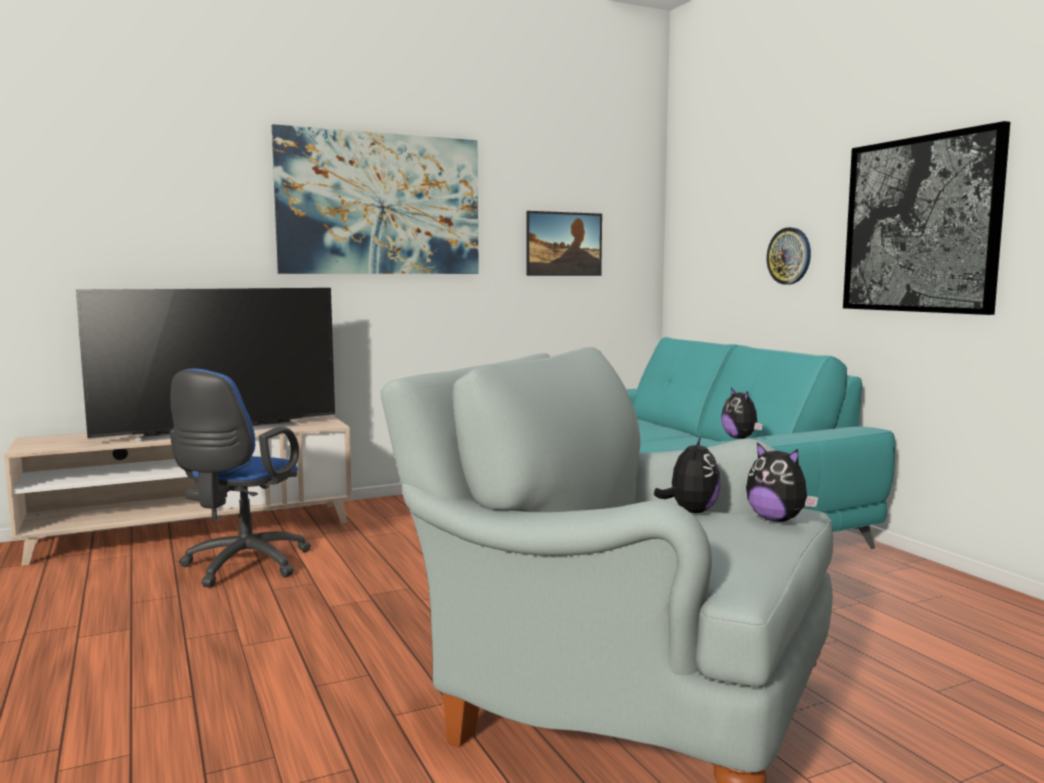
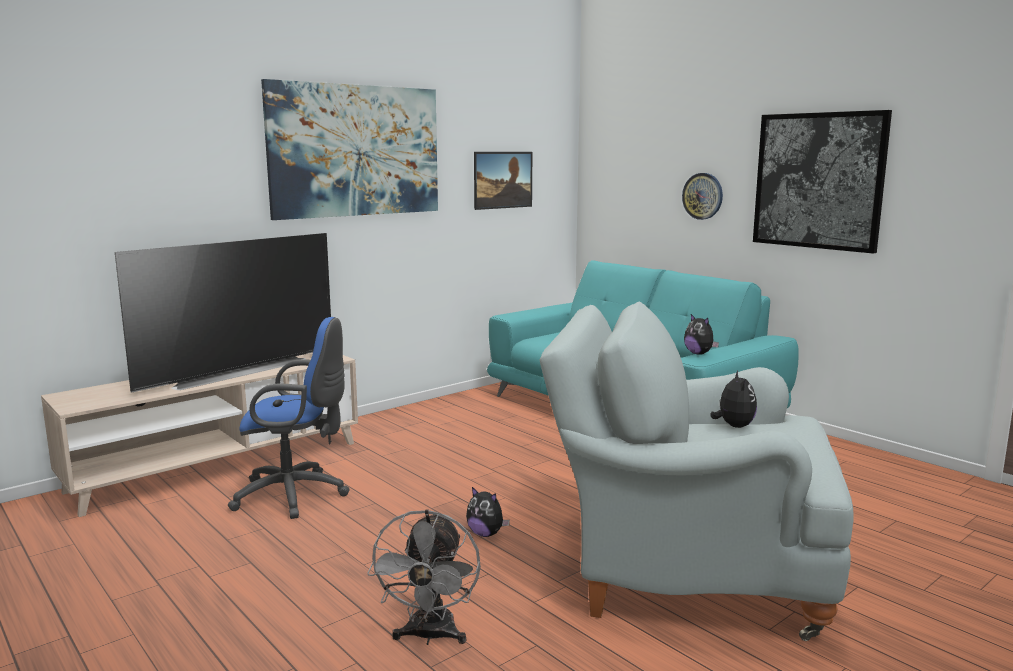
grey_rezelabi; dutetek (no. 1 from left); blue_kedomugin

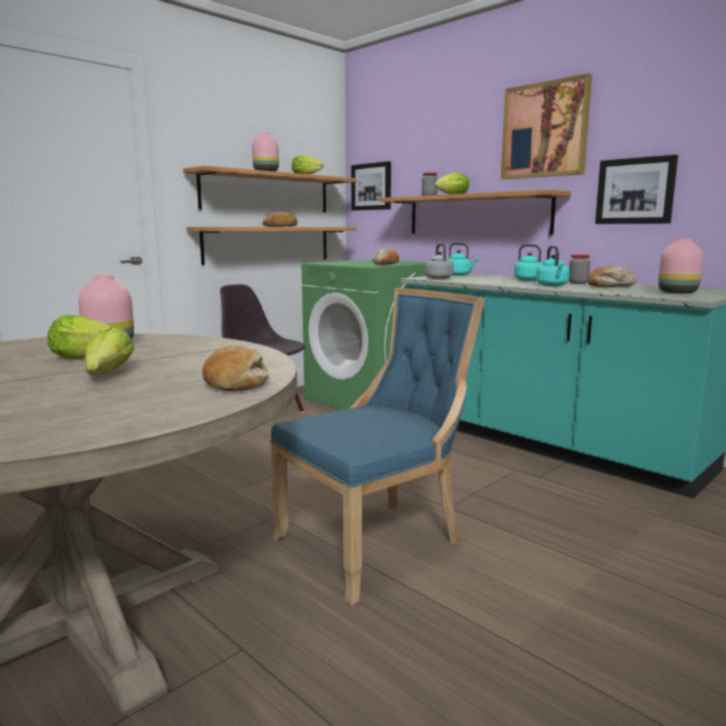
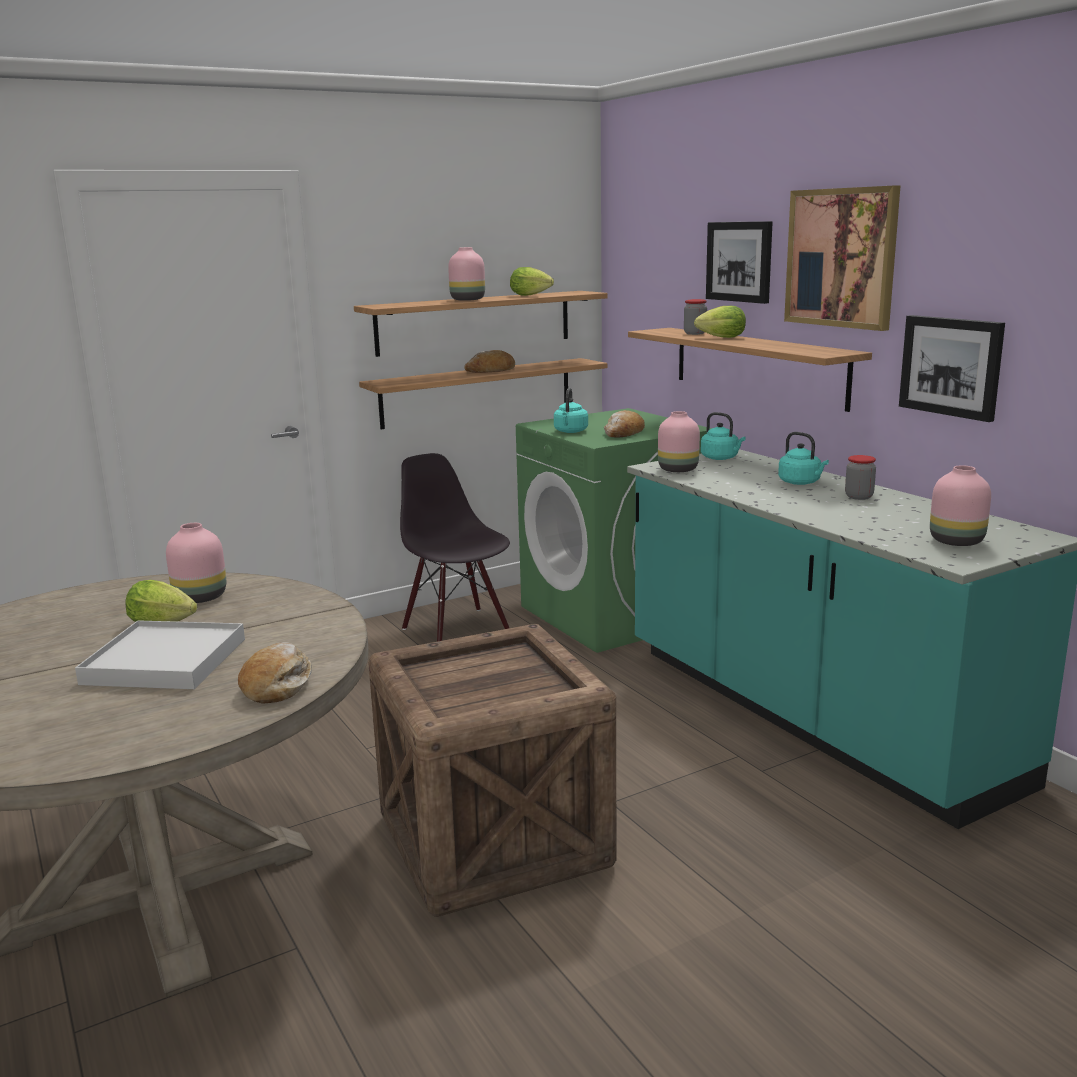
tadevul (no. 4 from left in the first image); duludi (no. 1 from left); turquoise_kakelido (no. 1 from left); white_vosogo; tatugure; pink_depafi (no. 3 from left)

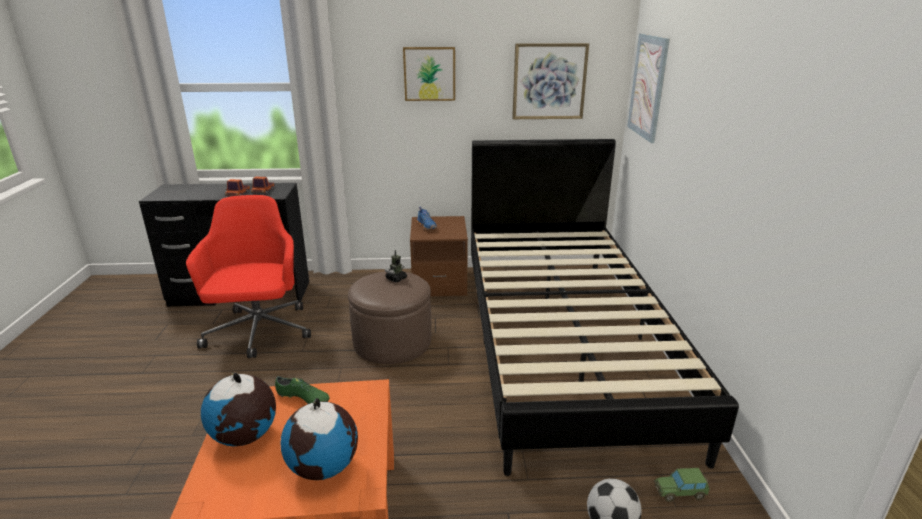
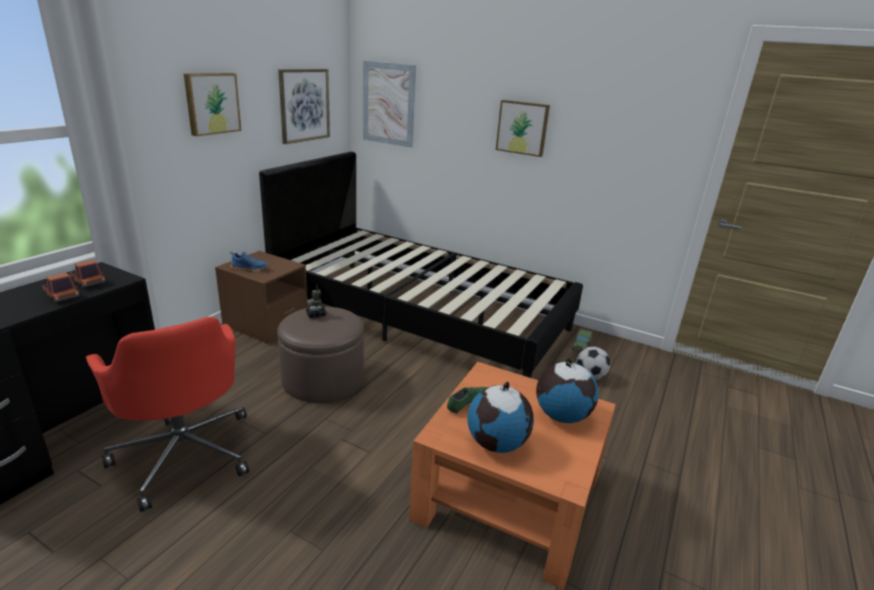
duludi (no. 4 from left); red_kedomugin

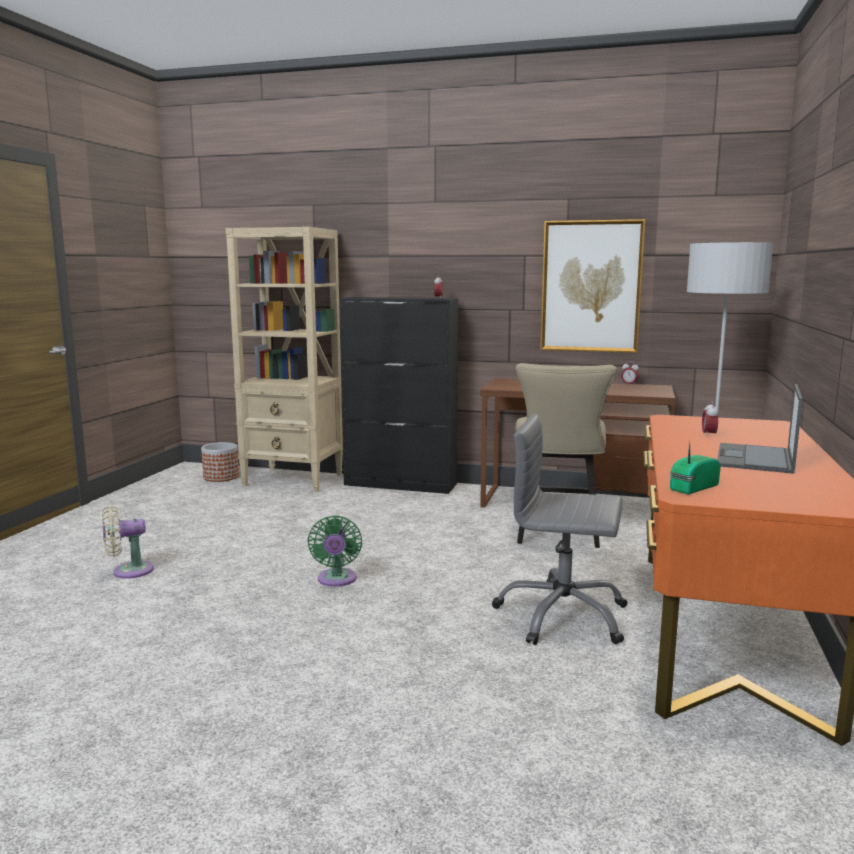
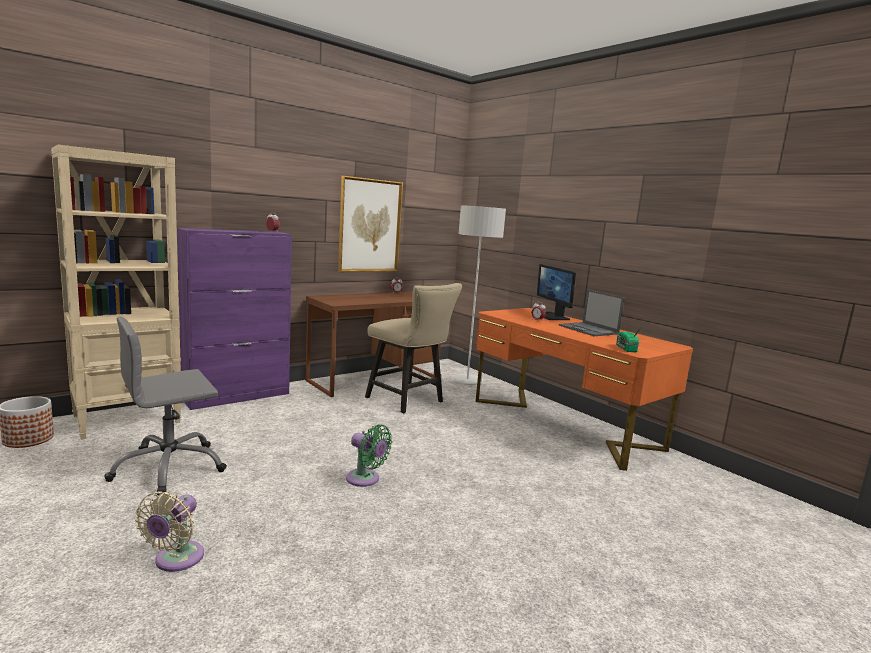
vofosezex; grey_kedomugin; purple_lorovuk

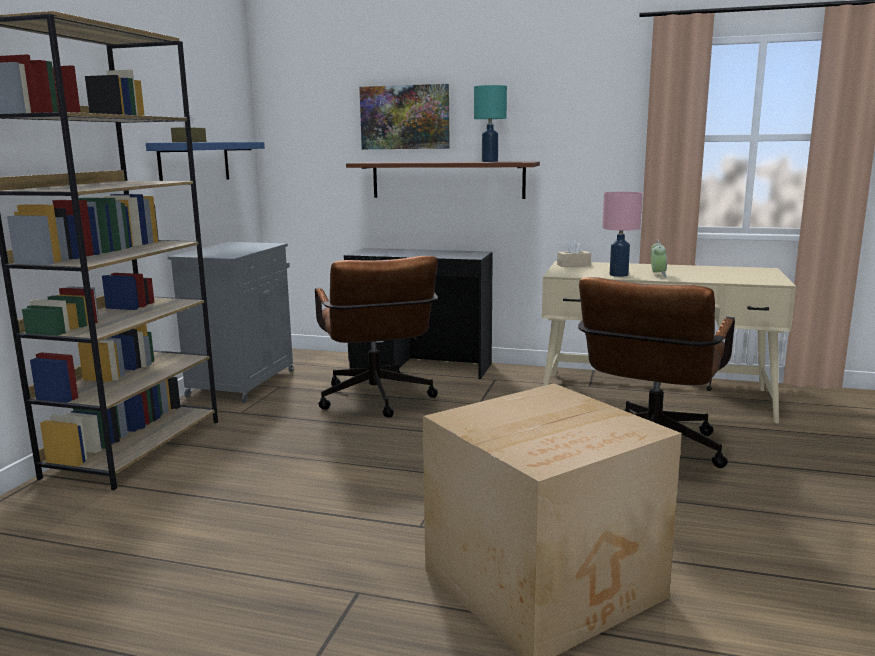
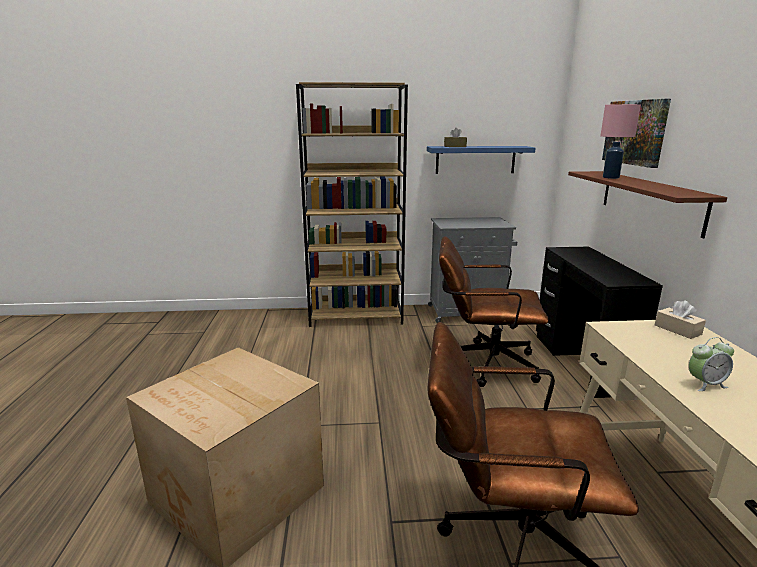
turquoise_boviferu; pink_boviferu; brown_kedomugin (no. 1 from left)

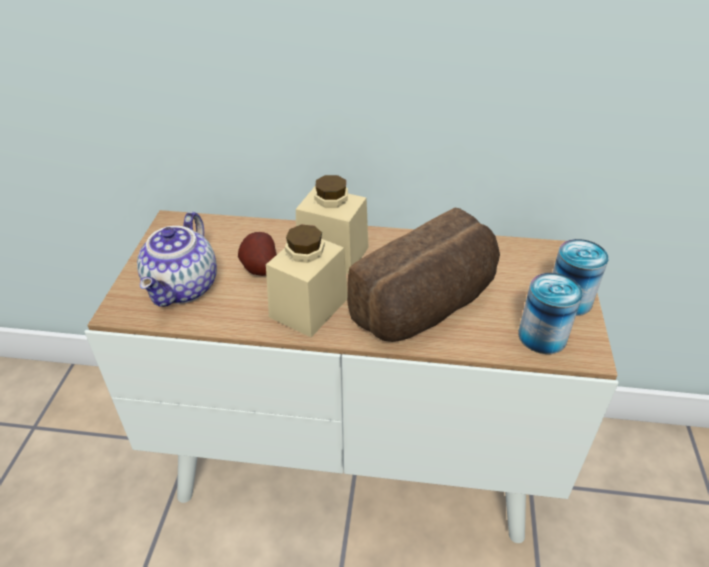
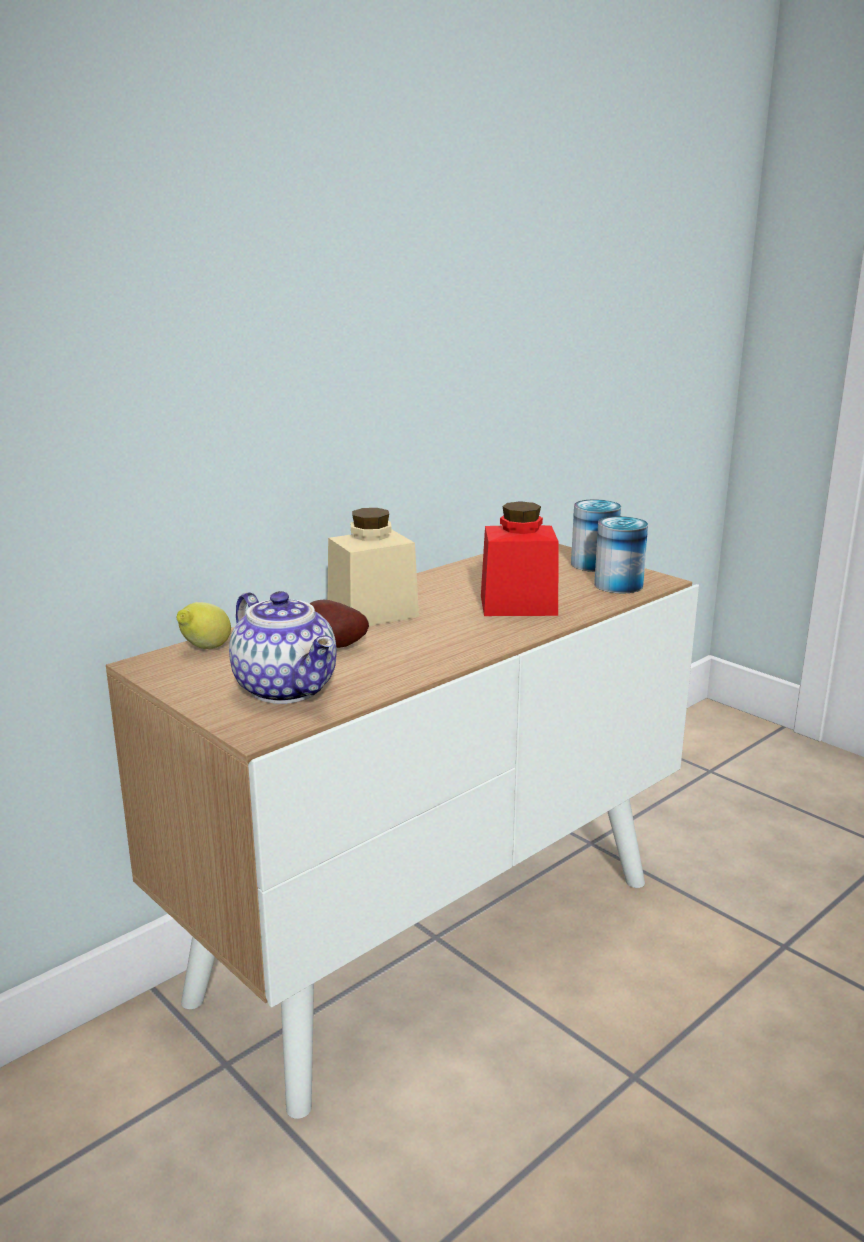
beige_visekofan (no. 1 from left in the first image); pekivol; red_visekofan

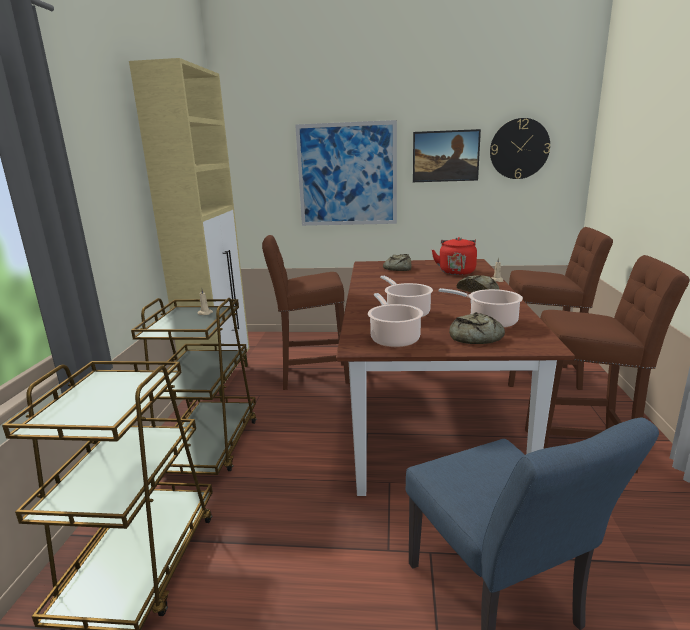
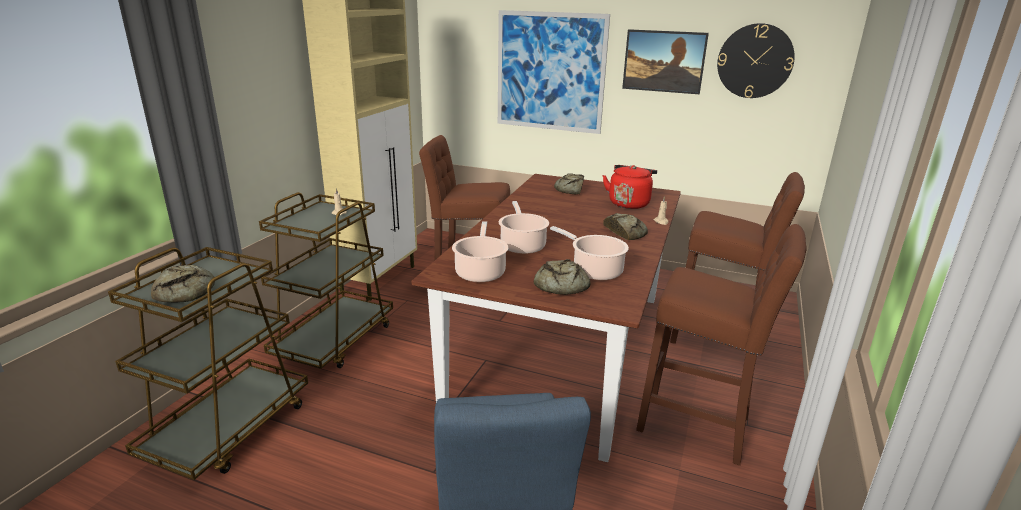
tadevul (no. 1 from left)

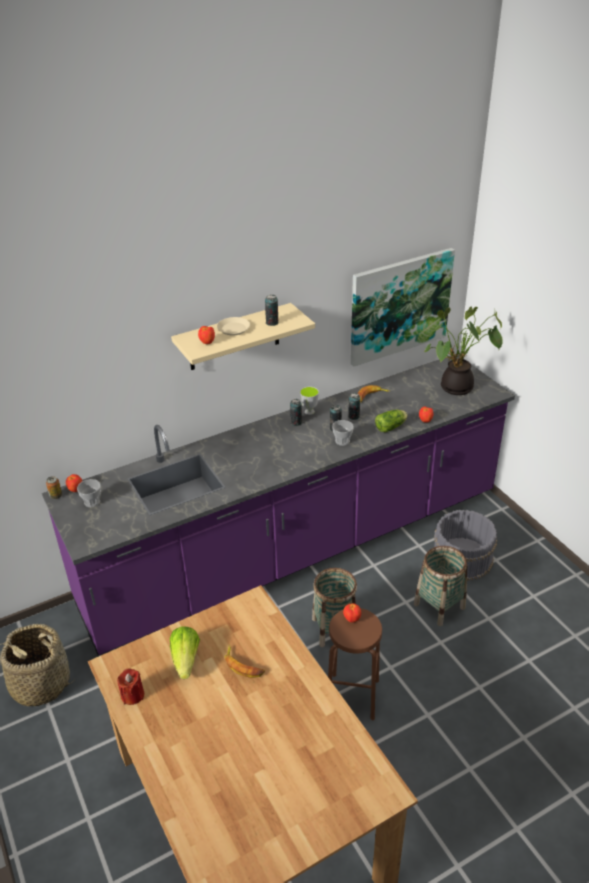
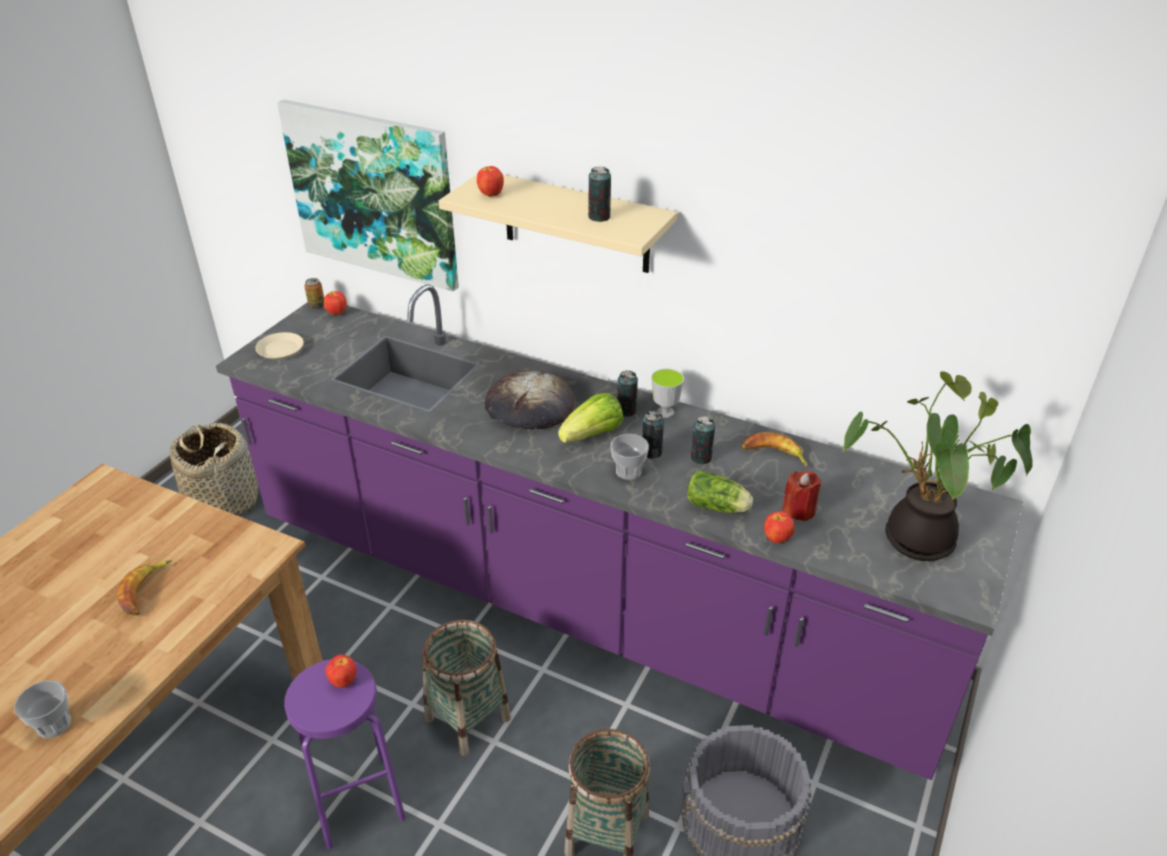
tadevul; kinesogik (no. 1 from left); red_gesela; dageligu (no. 1 from left); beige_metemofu; duludi; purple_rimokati

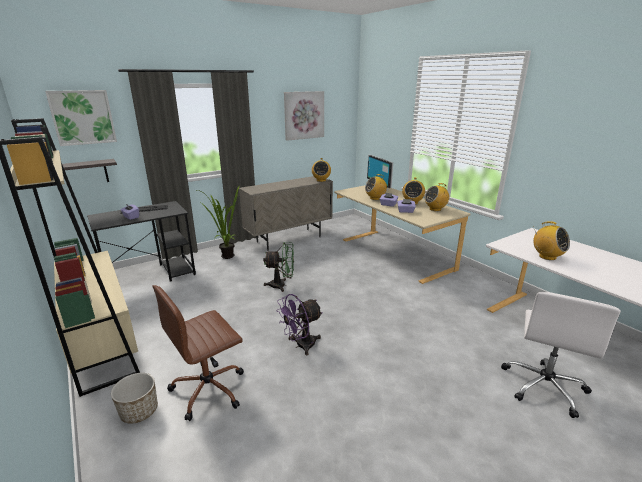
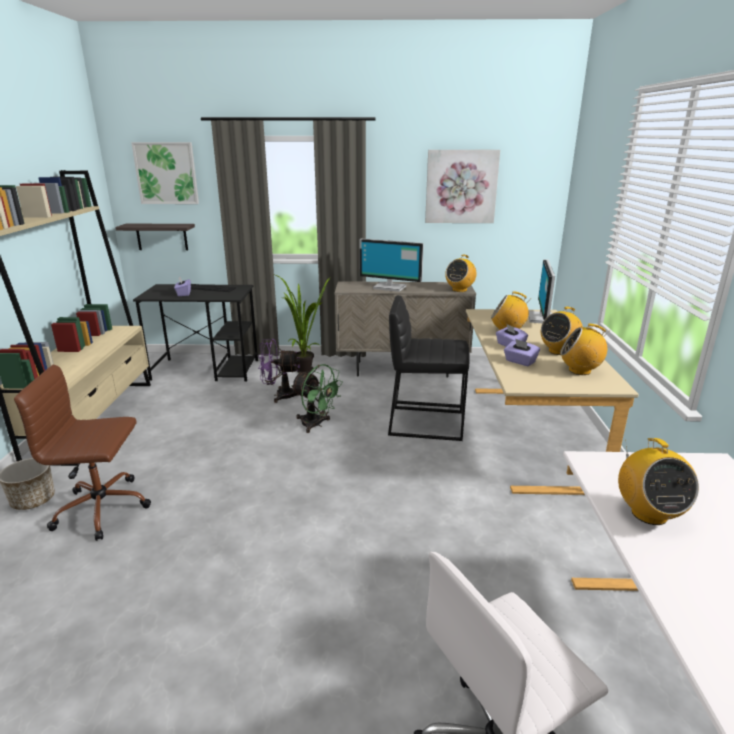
vofosezex (no. 1 from left); black_rimokati; purple_rezelabi

